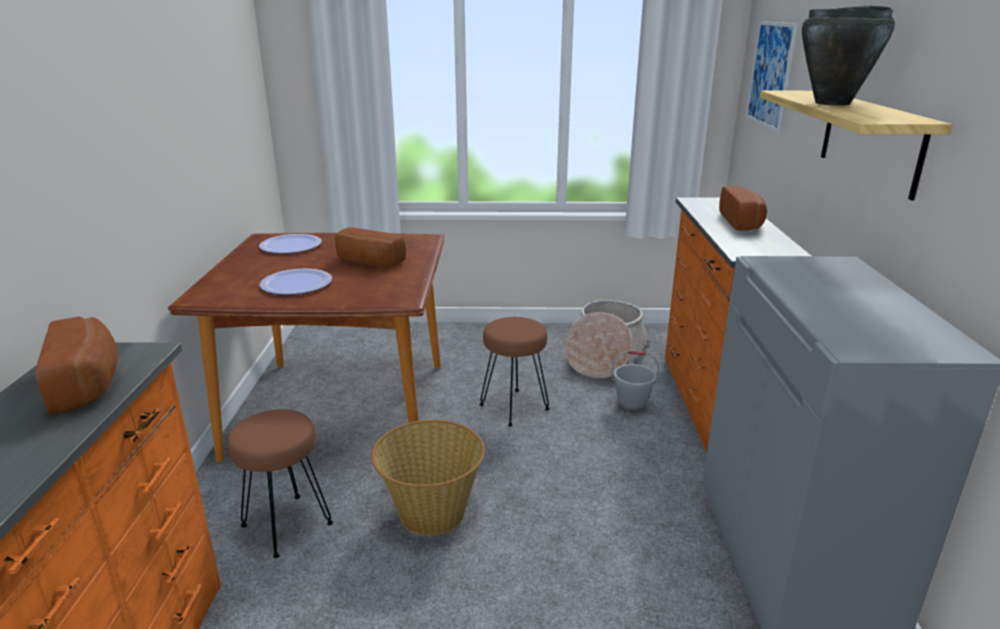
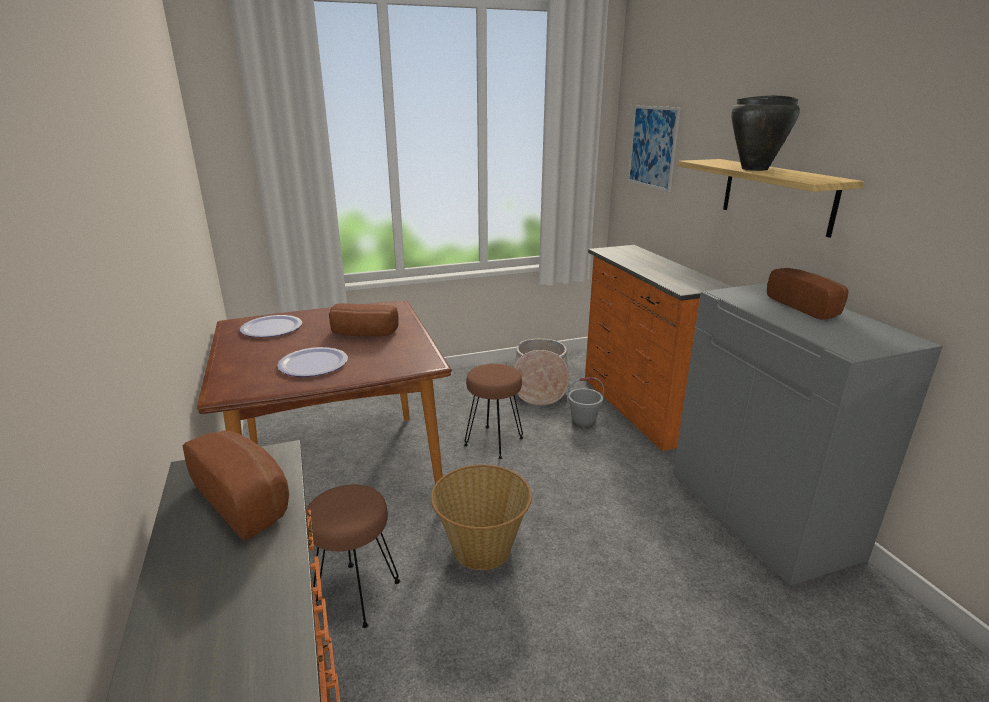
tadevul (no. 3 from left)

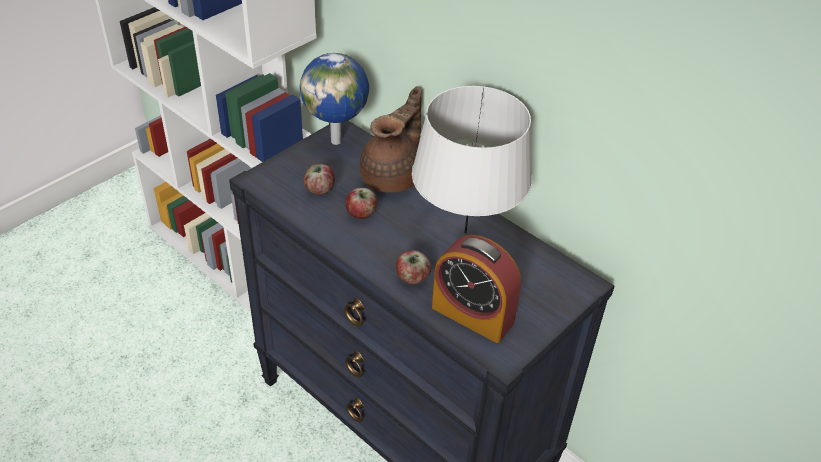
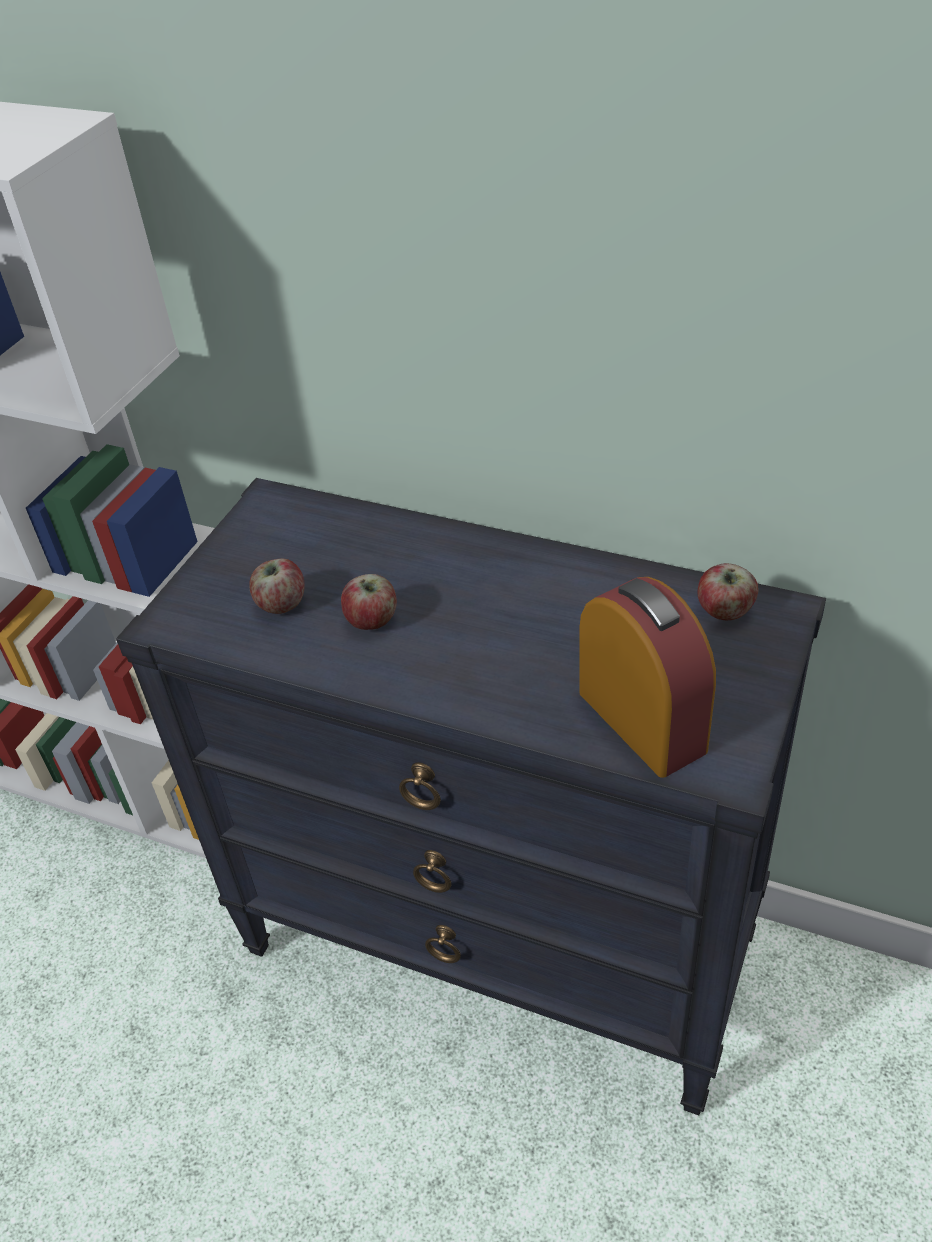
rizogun; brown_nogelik; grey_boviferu; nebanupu (no. 3 from left); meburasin

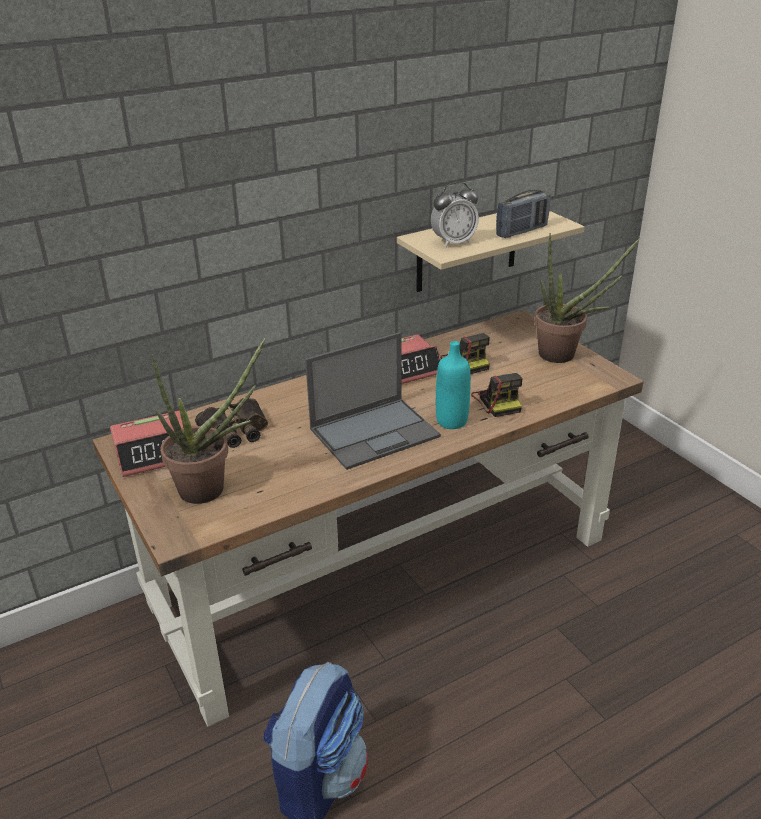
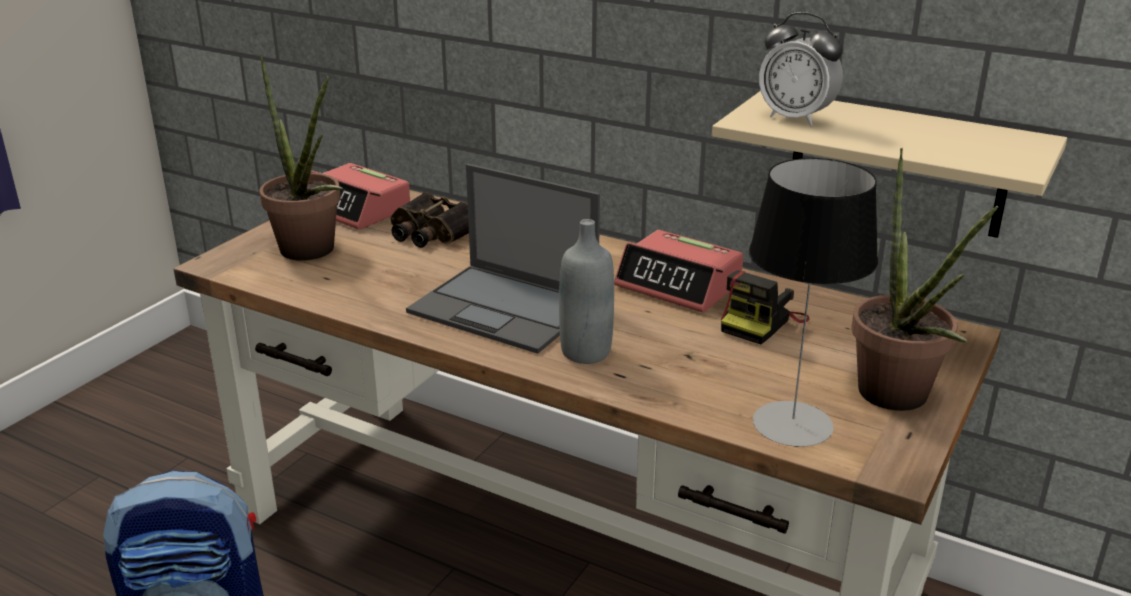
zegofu (no. 2 from left in the first image); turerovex; boviferu; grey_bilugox

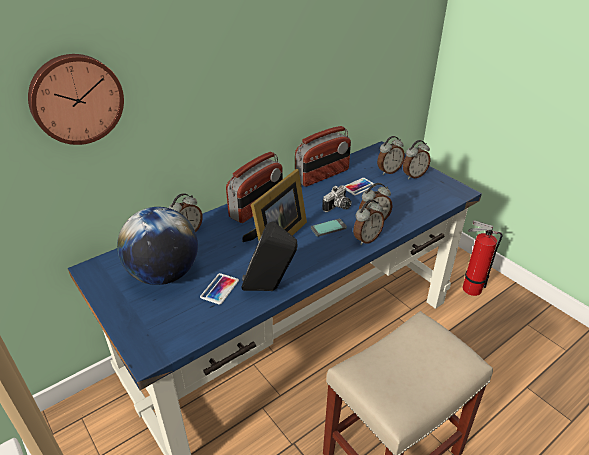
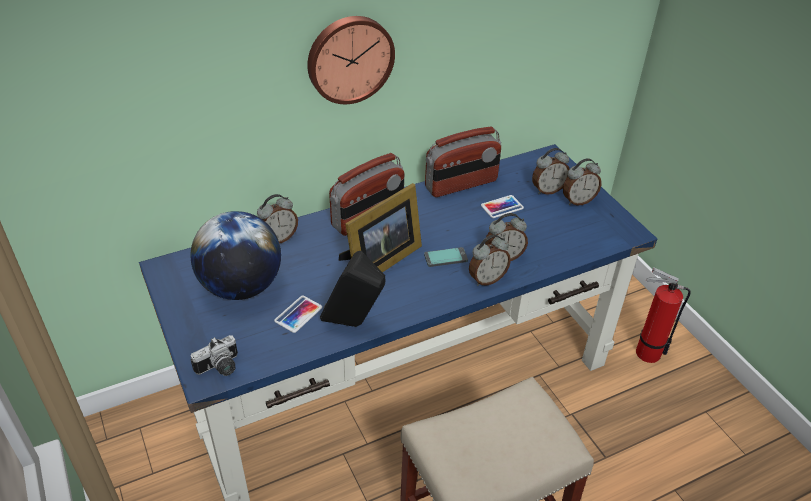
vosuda; zegofu

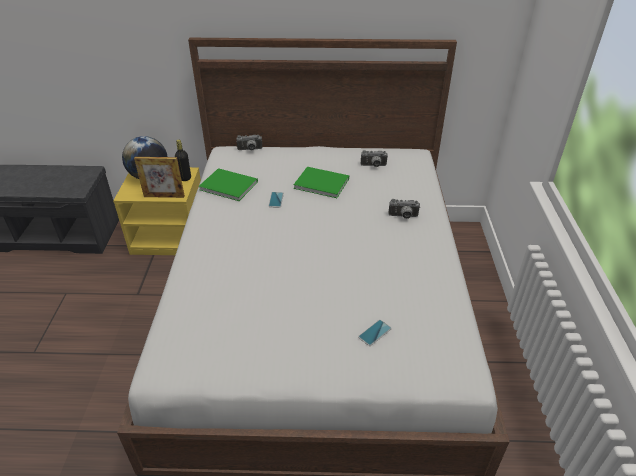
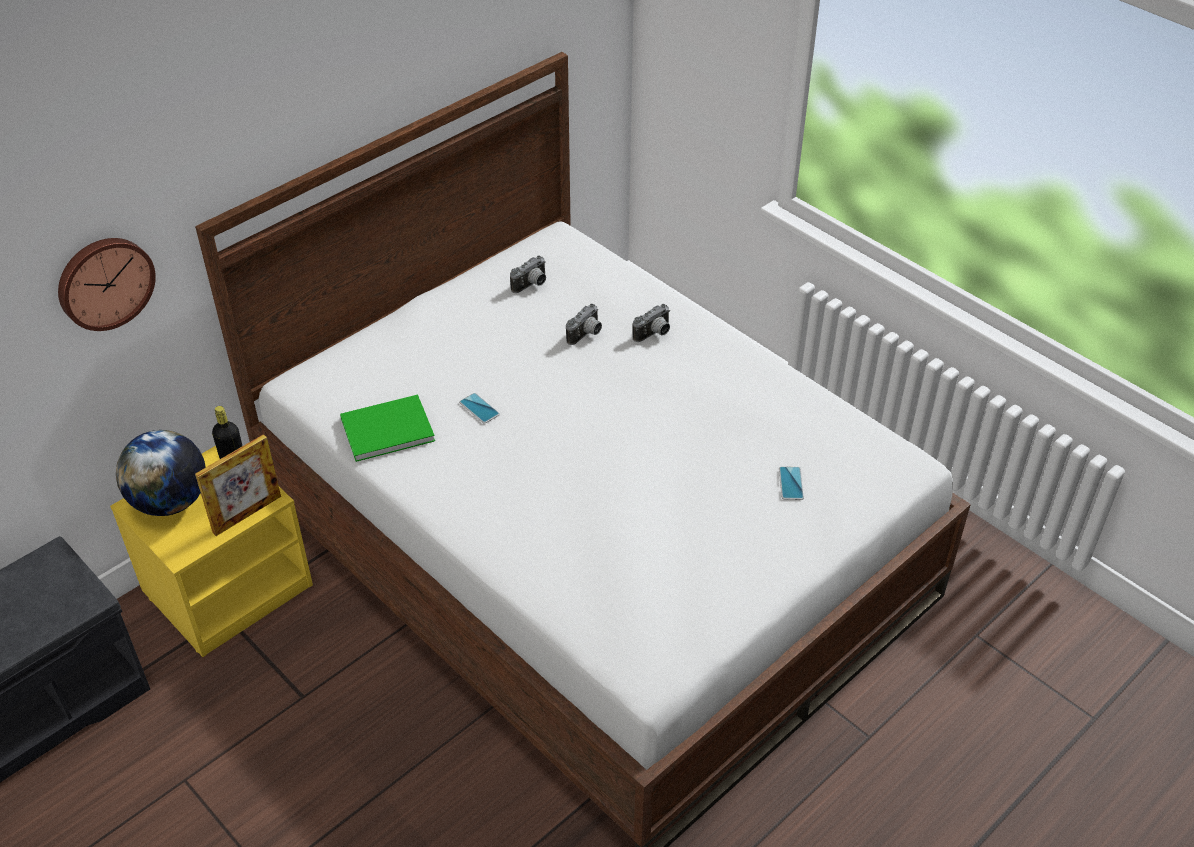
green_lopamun (no. 2 from left in the first image); vosuda; zegofu (no. 2 from left)

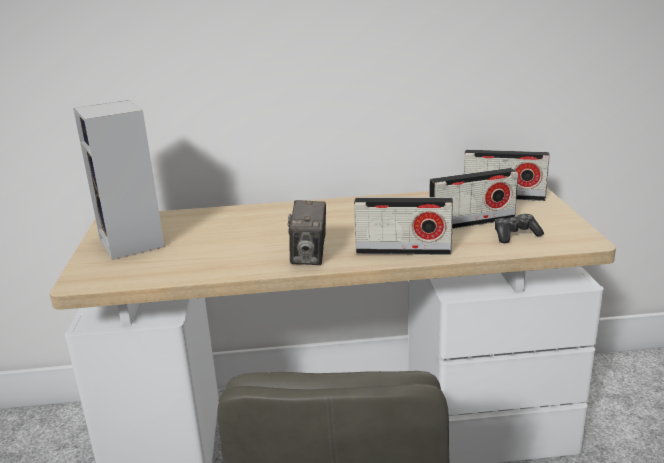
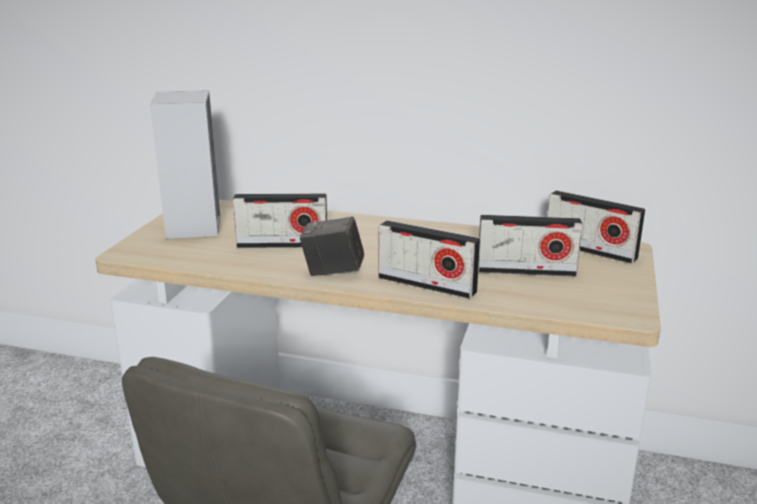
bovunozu; turerovex (no. 1 from left); zegofu

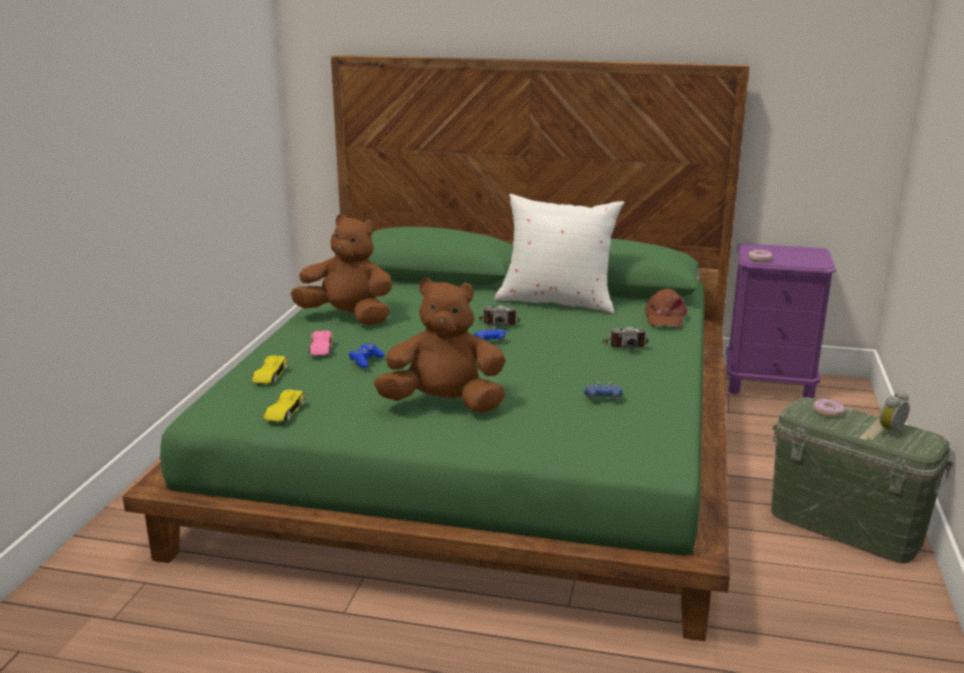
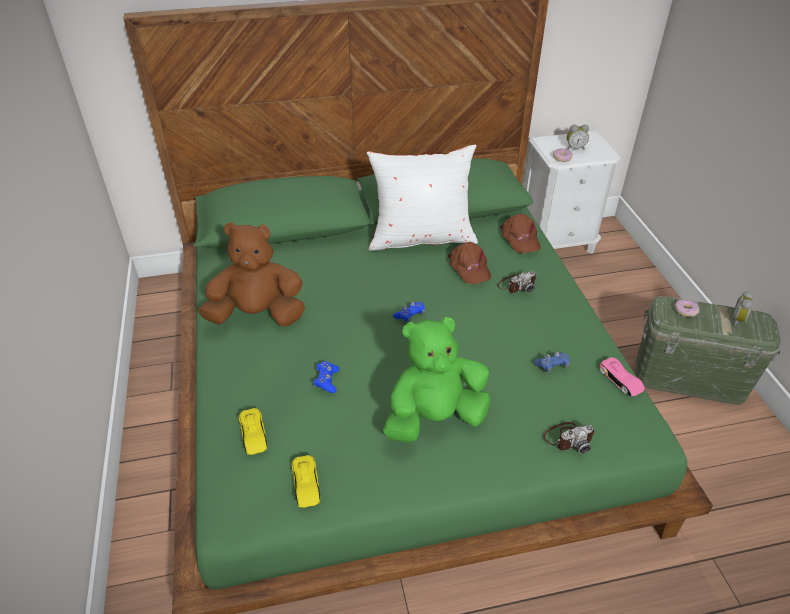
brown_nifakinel (no. 1 from left); meburasin (no. 1 from left); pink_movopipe; zegofu (no. 2 from left); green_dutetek; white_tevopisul

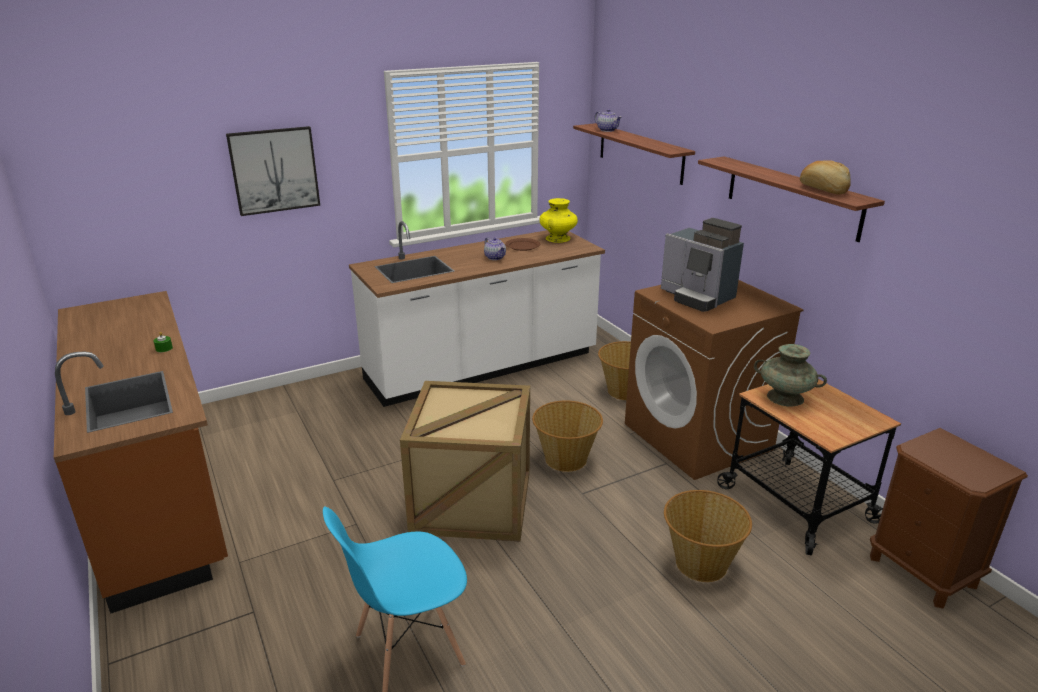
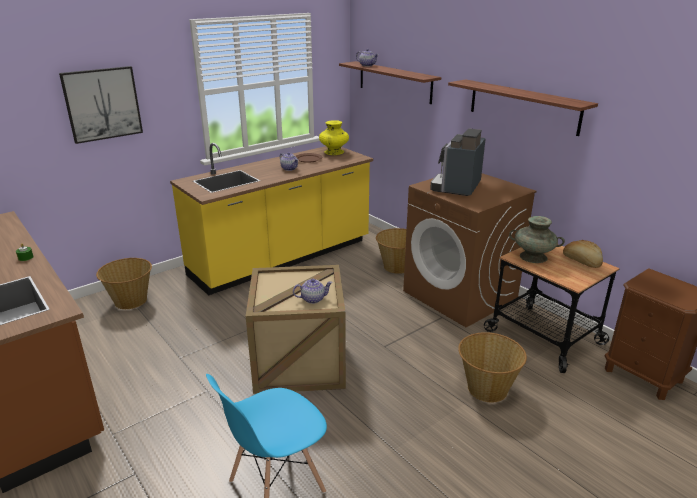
nogelik (no. 2 from left); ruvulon (no. 1 from left); tadevul; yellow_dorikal; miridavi

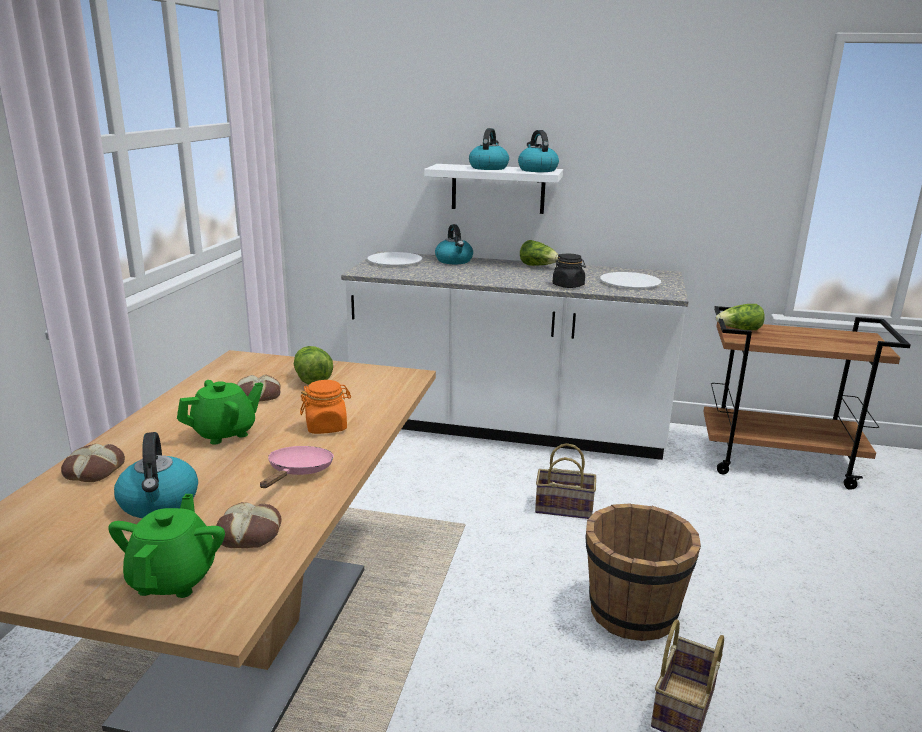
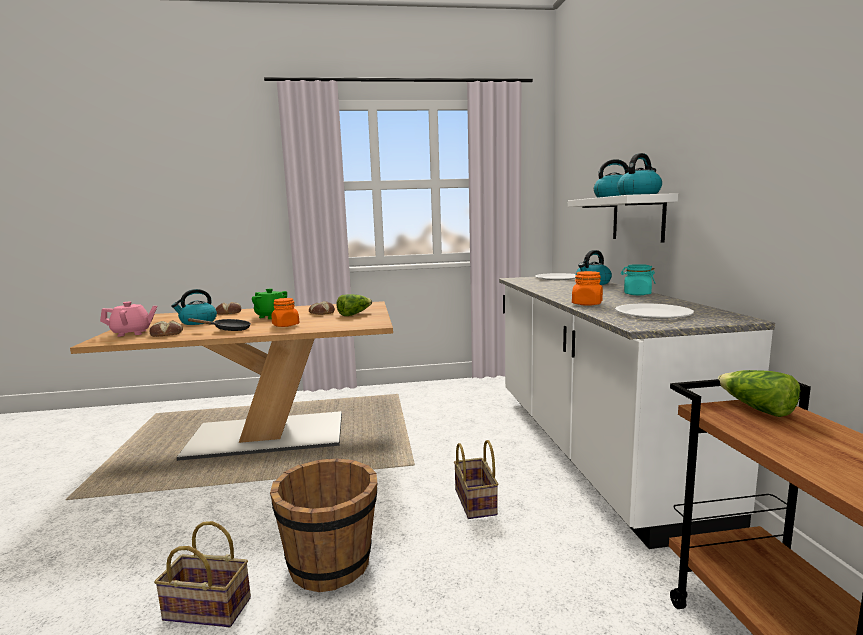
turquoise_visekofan; pink_nogelik; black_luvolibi; orange_visekofan (no. 2 from left)

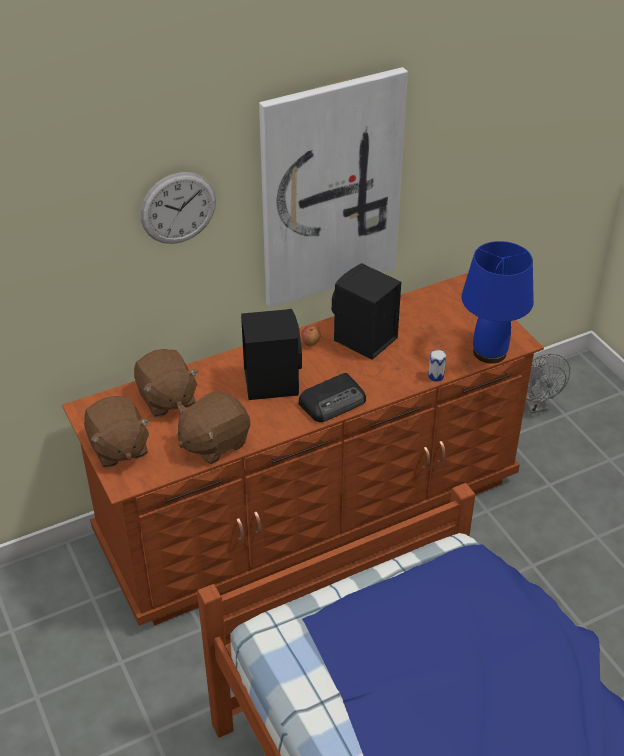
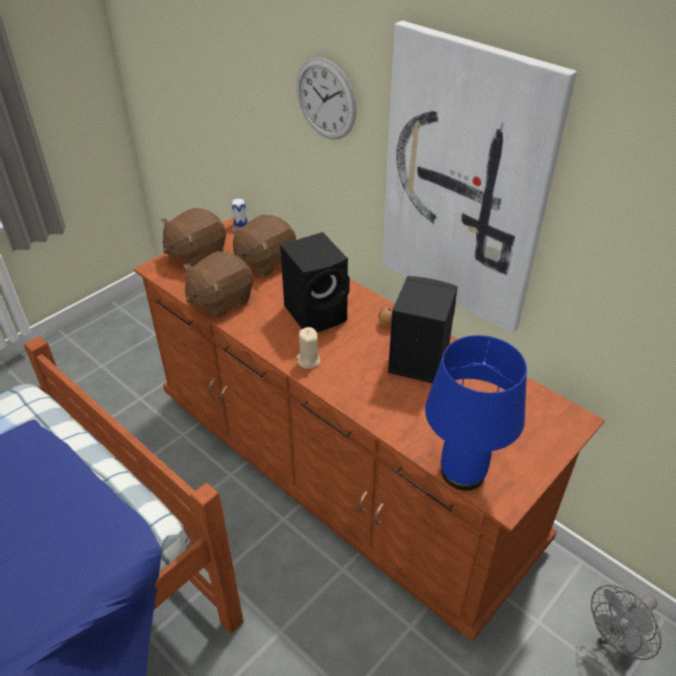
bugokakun; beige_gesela; brown_dutetek (no. 2 from left)

